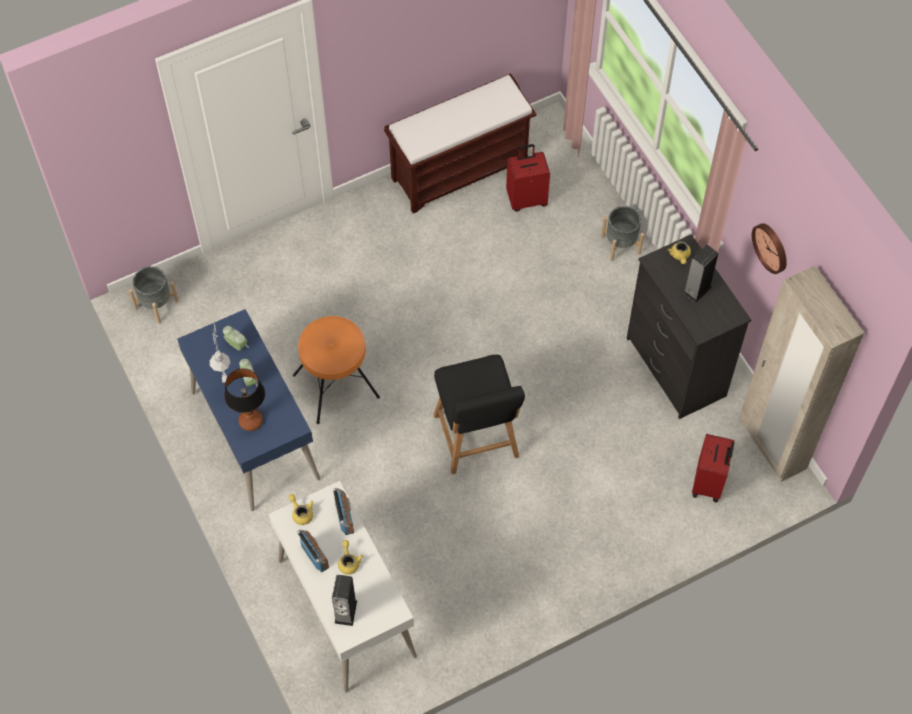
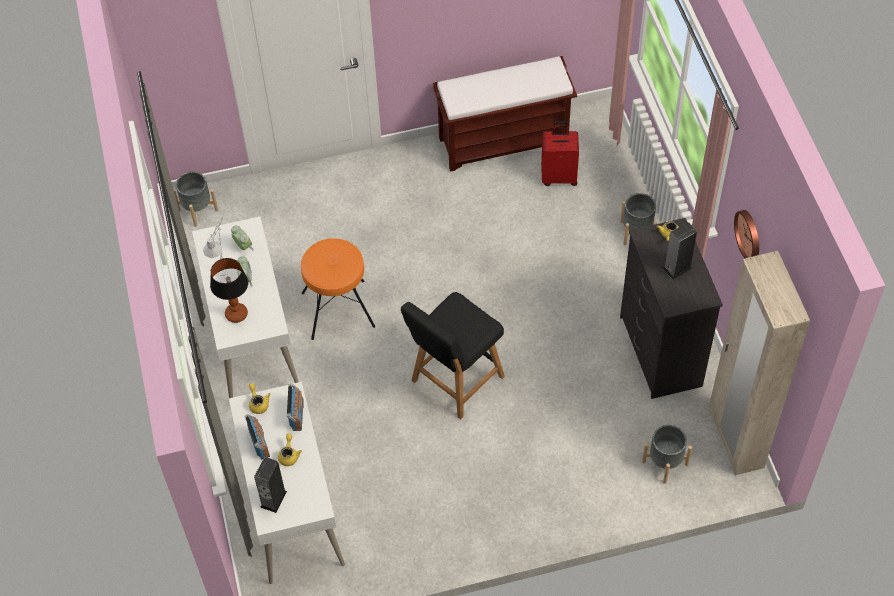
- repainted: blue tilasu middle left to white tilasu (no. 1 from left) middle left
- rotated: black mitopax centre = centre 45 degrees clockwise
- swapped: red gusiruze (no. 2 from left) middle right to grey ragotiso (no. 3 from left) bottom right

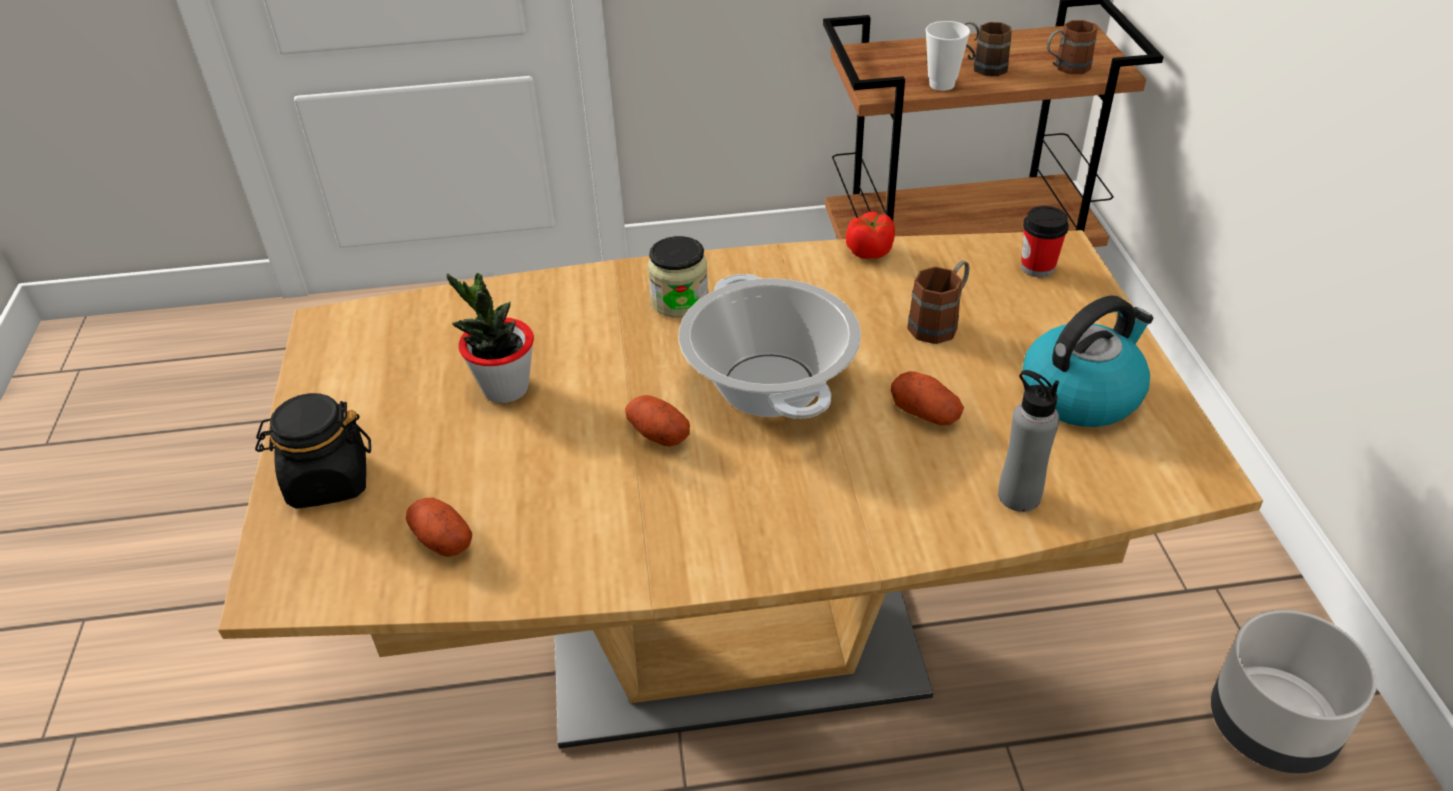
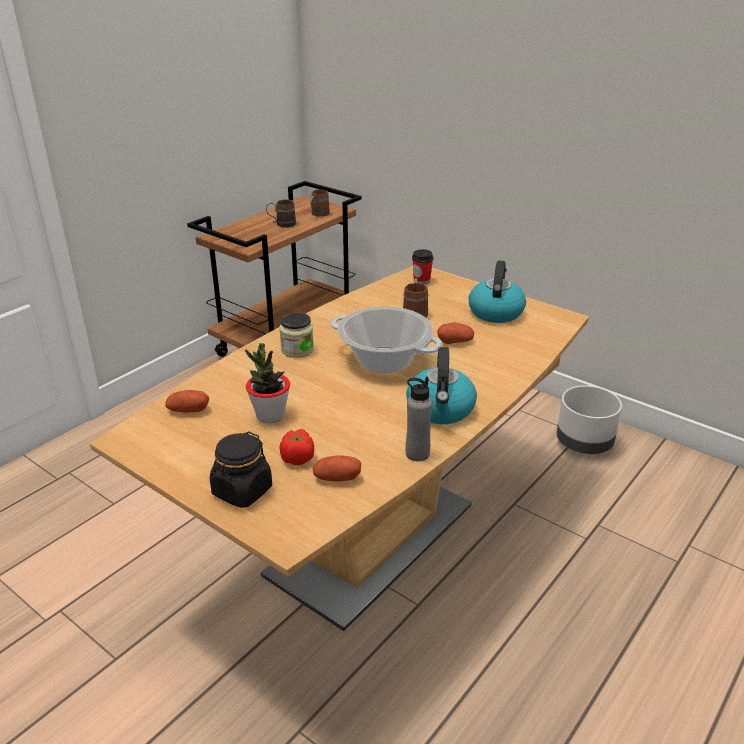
- gone: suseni (no. 1 from left) top centre
- shifted: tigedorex top centre to centre
- shifted: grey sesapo middle right to centre
- shifted: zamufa (no. 2 from left in the first image) centre to zamufa (no. 1 from left) middle left
- new: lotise (no. 1 from left) centre

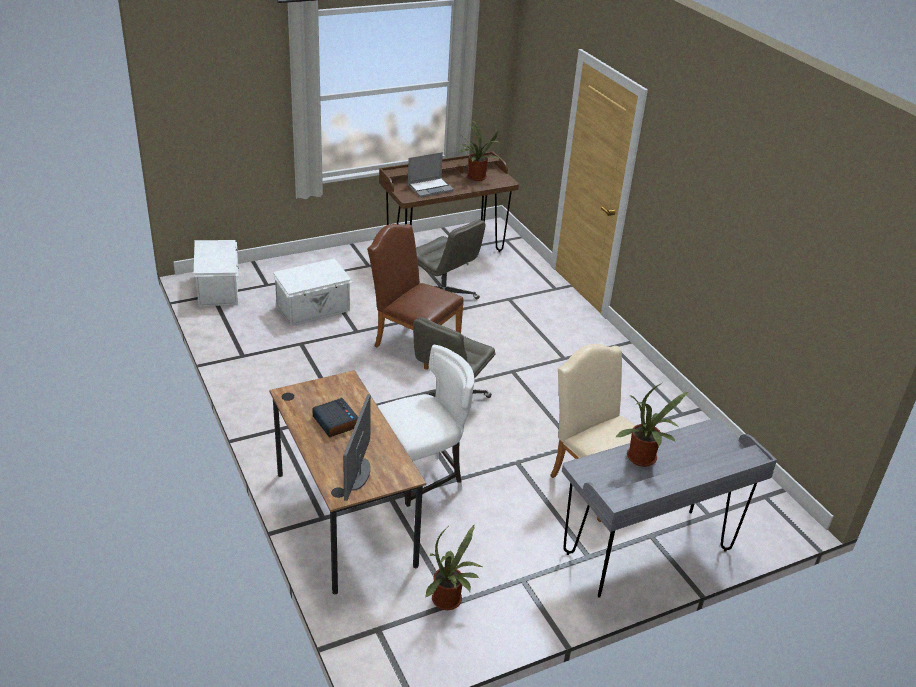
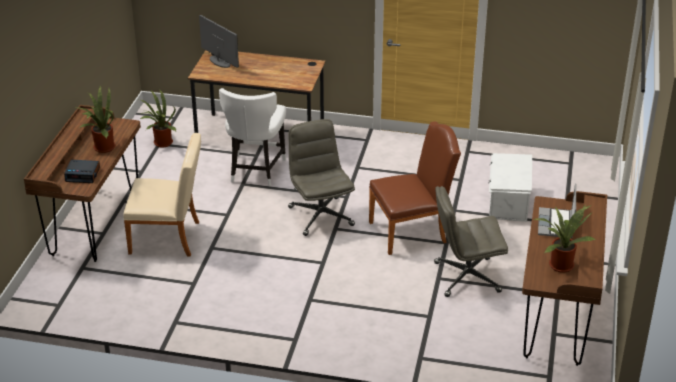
- gone: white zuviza (no. 1 from left) middle left
- shifted: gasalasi centre to middle left
- repainted: grey tilasu bottom right to brown tilasu (no. 1 from left) middle left

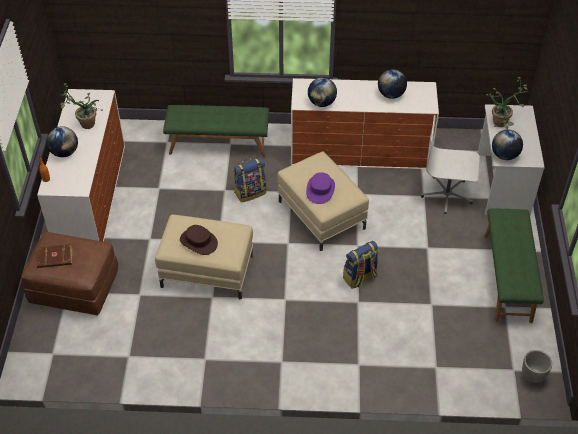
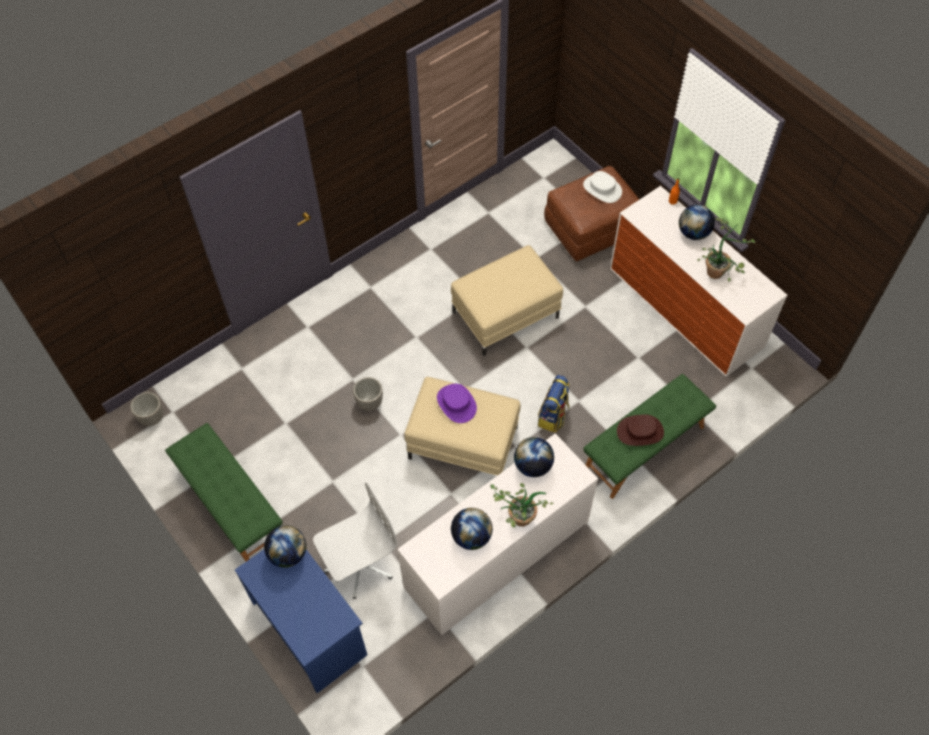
- shifted: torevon (no. 2 from left in the first image) top right to torevon (no. 1 from left) bottom centre
- repainted: white tilasu middle right to blue tilasu bottom left
- shifted: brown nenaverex centre to middle right
- swapped: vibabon (no. 2 from left) centre to ragotiso (no. 2 from left) centre
- swapped: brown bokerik middle left to white nenaverex top centre

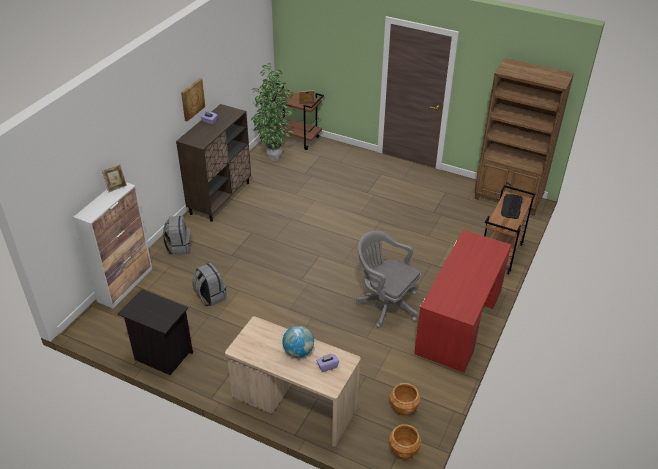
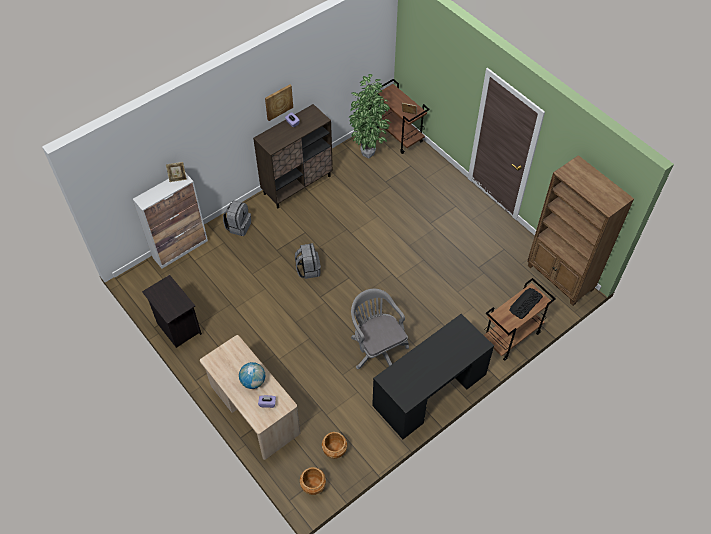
- repainted: red tilasu middle right to black tilasu bottom centre
- shifted: grey vibabon (no. 2 from left) middle left to centre

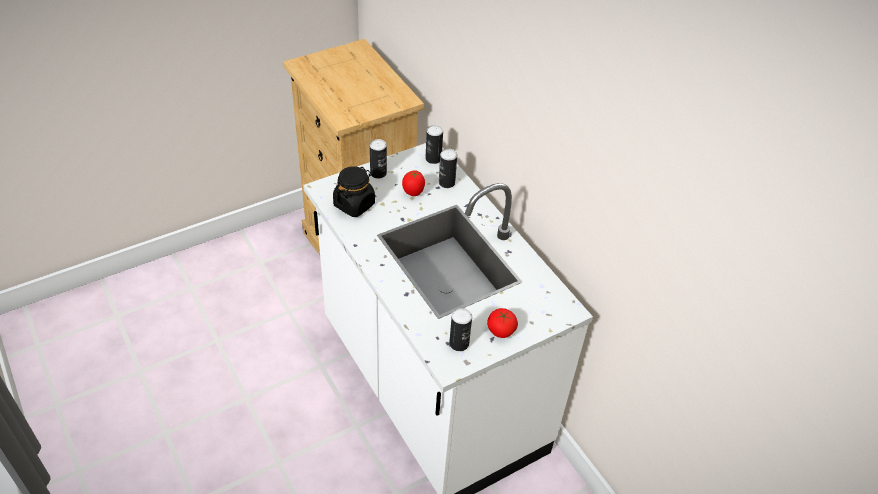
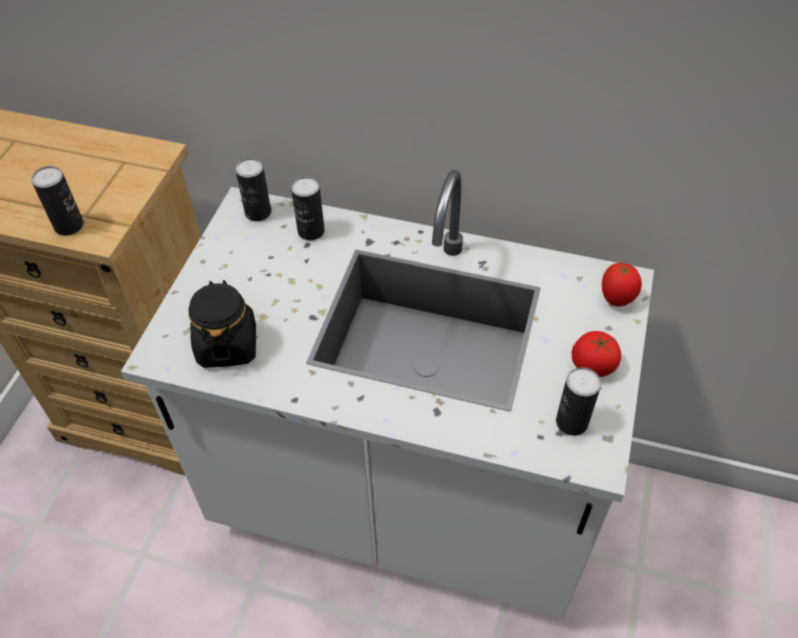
- shifted: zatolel (no. 1 from left) top centre to top left
- shifted: tigedorex (no. 1 from left in the first image) centre to tigedorex (no. 2 from left) middle right

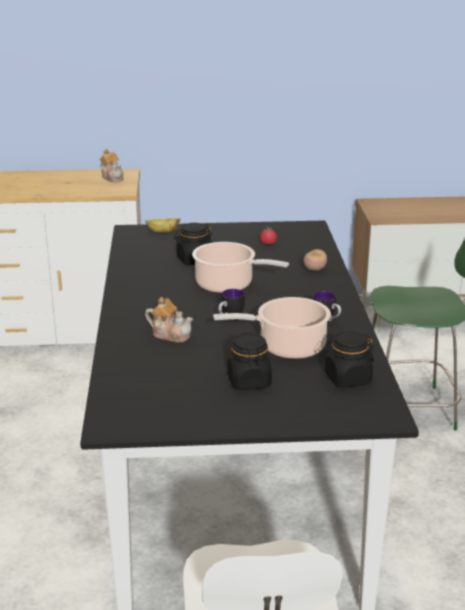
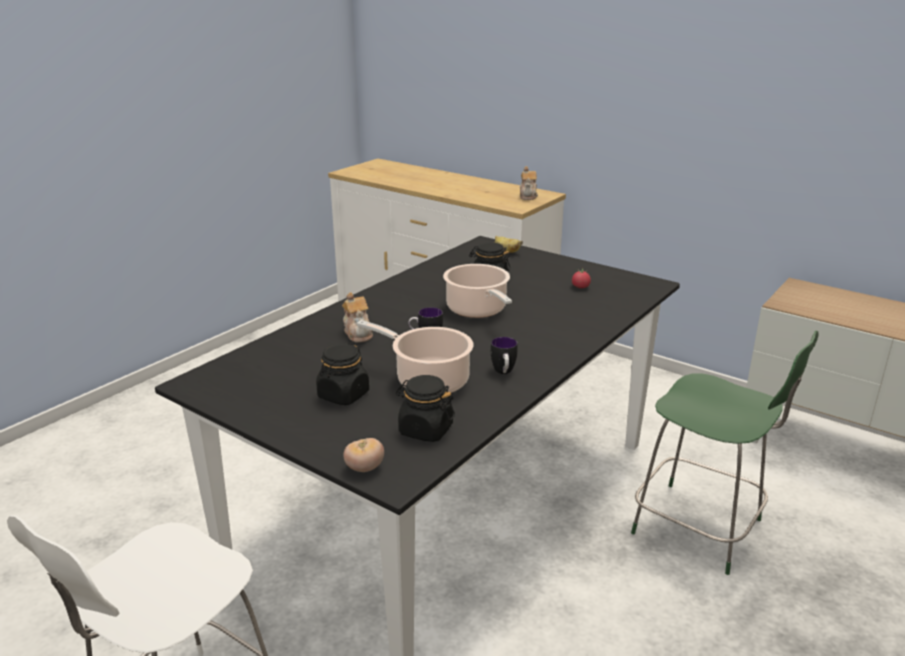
- shifted: tigedorex (no. 2 from left in the first image) middle right to tigedorex (no. 1 from left) bottom centre

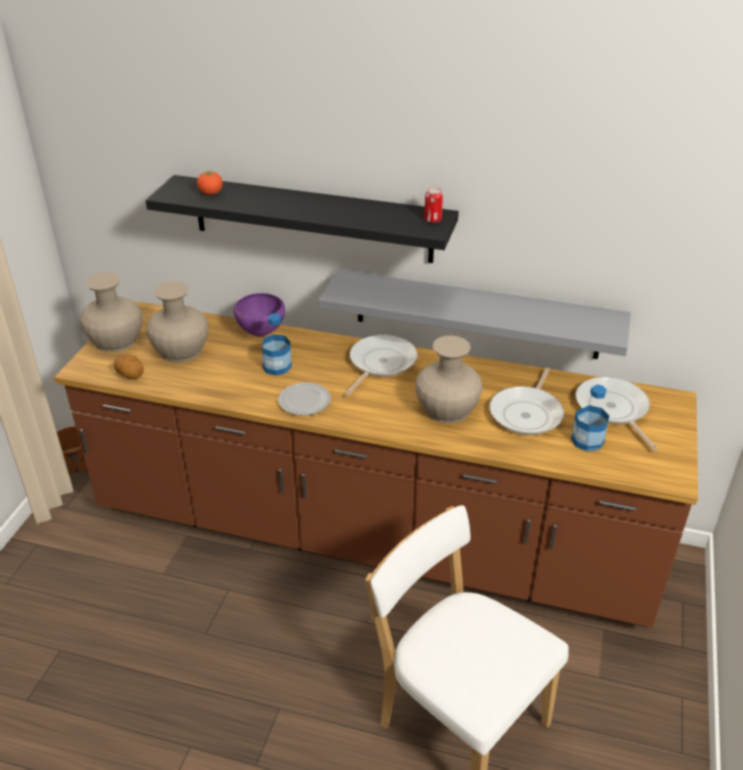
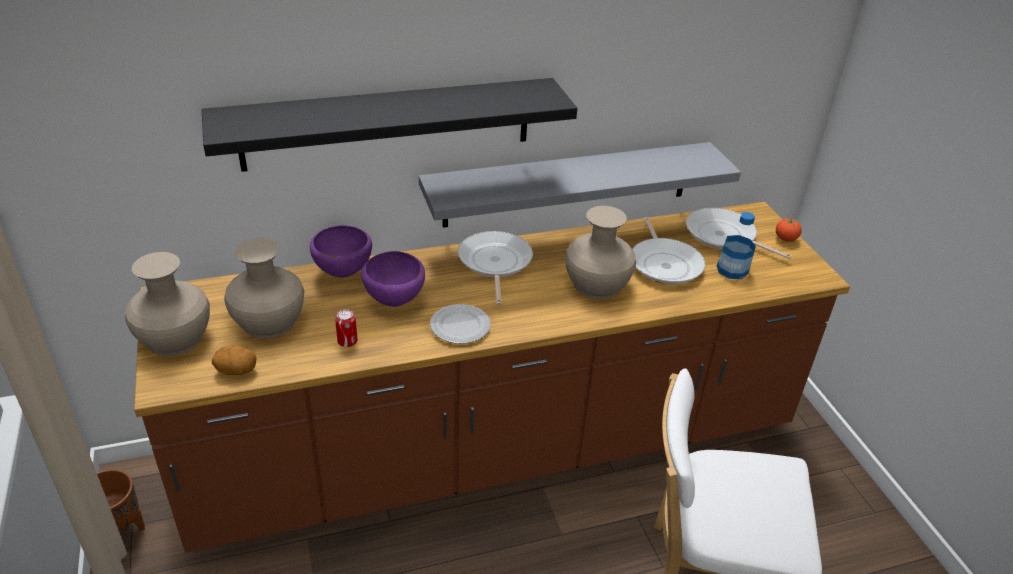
- shifted: tigedorex top left to middle right
- shifted: zatolel top centre to centre
- swapped: sesapo (no. 1 from left) centre to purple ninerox (no. 2 from left) centre

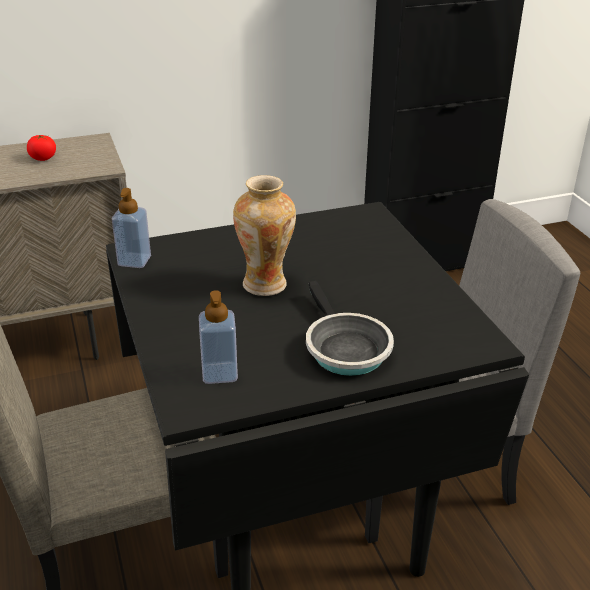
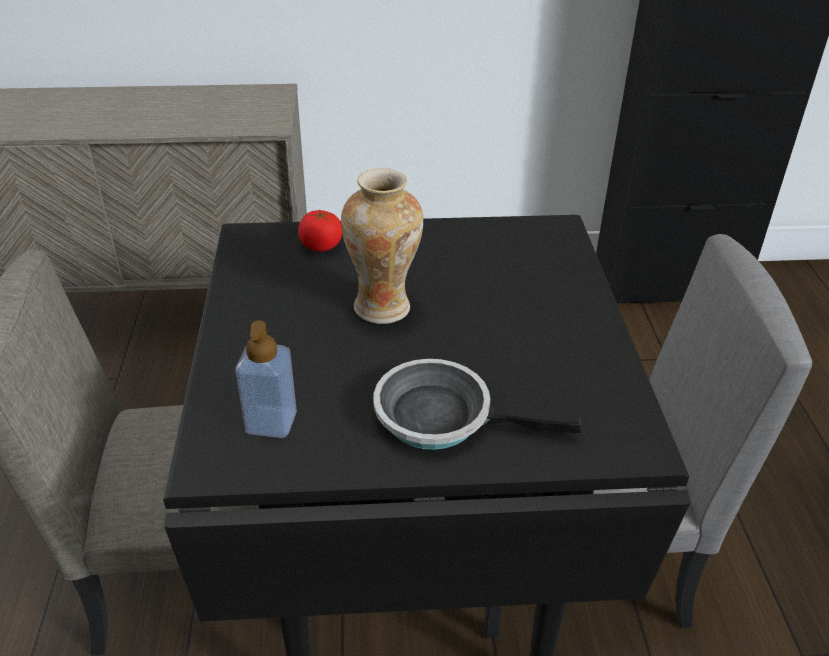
- shifted: tigedorex top left to centre
- gone: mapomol (no. 1 from left) middle left
- rotated: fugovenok centre = centre 105 degrees clockwise

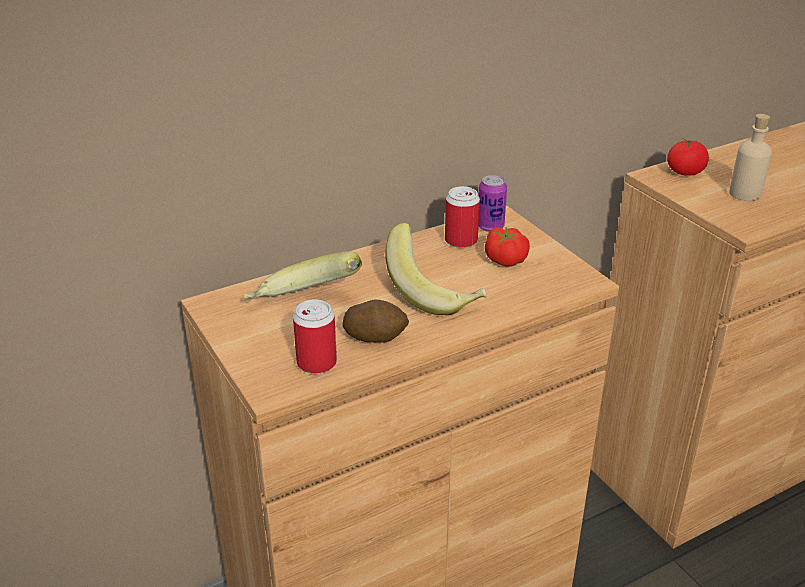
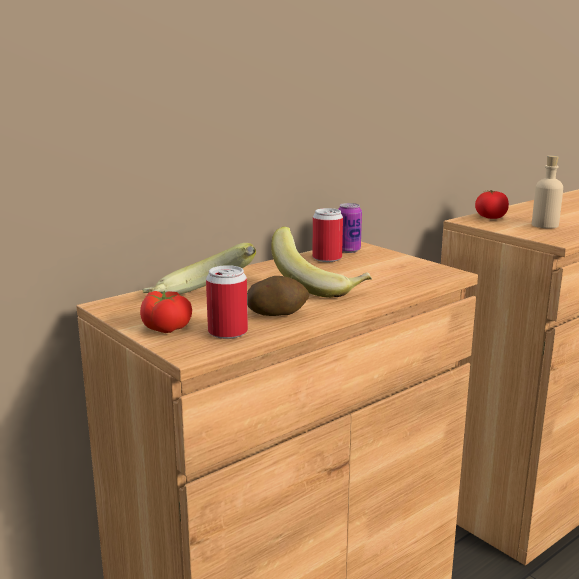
- shifted: tigedorex (no. 1 from left) centre to middle left

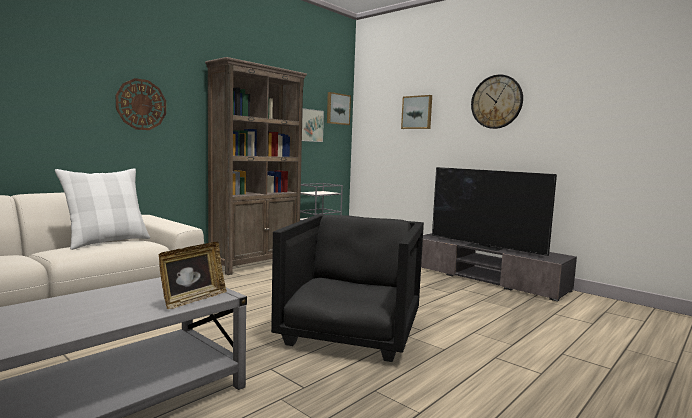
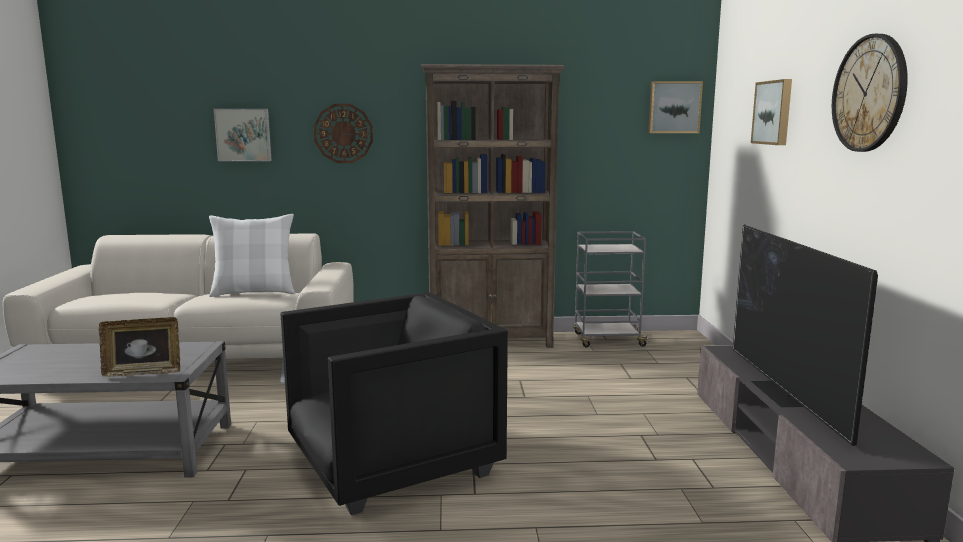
- shifted: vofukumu (no. 1 from left) top centre to top left

